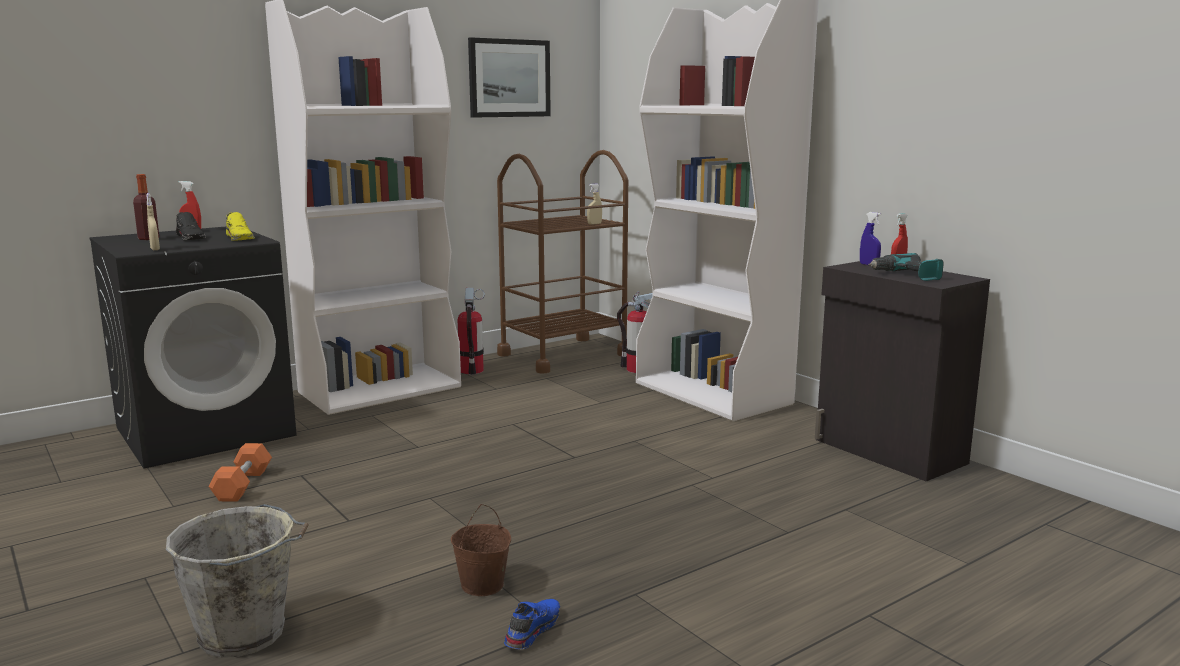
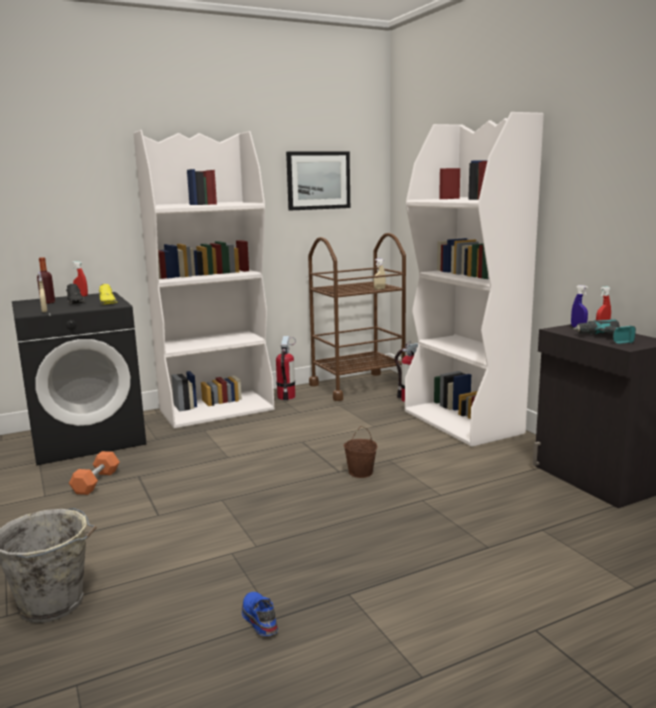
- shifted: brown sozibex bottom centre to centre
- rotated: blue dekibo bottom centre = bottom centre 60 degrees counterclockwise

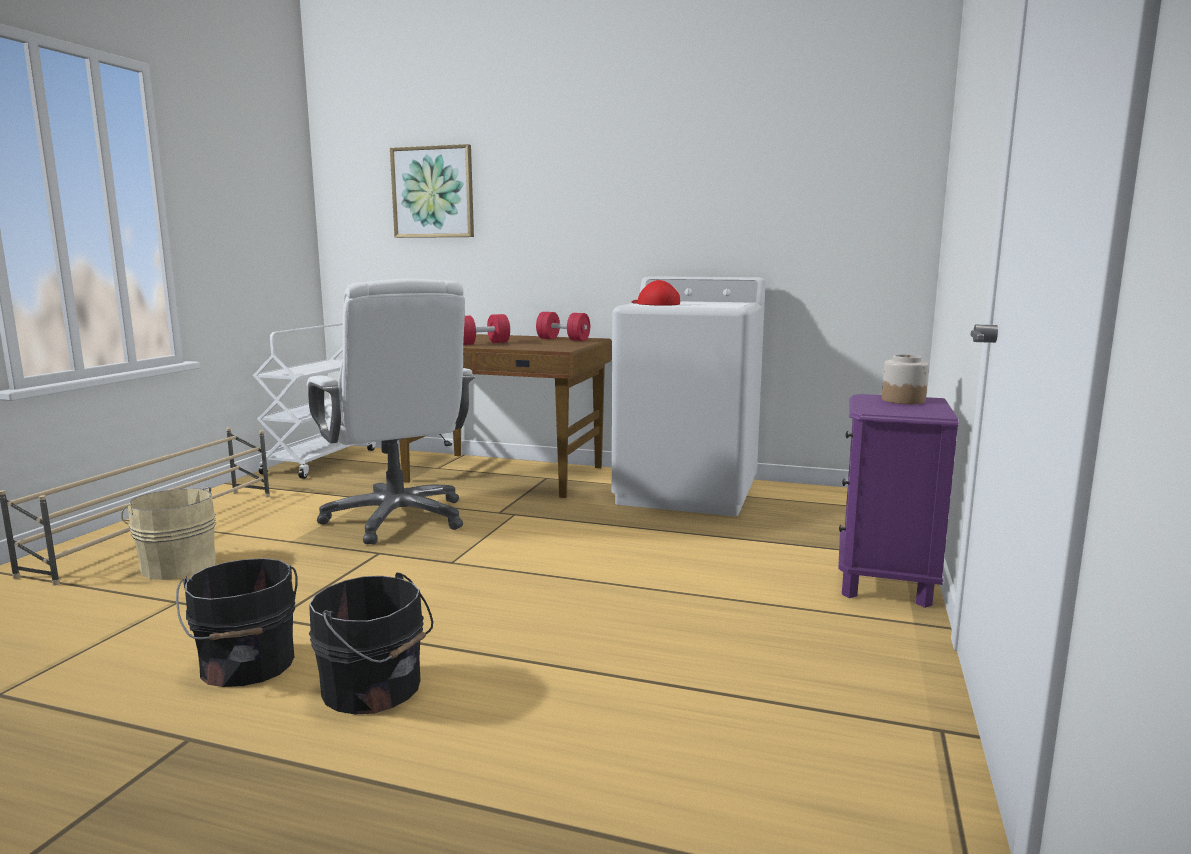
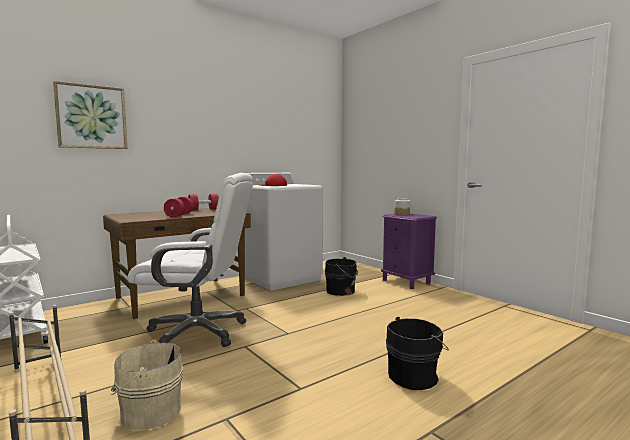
- shifted: black sozibex (no. 1 from left) bottom left to centre

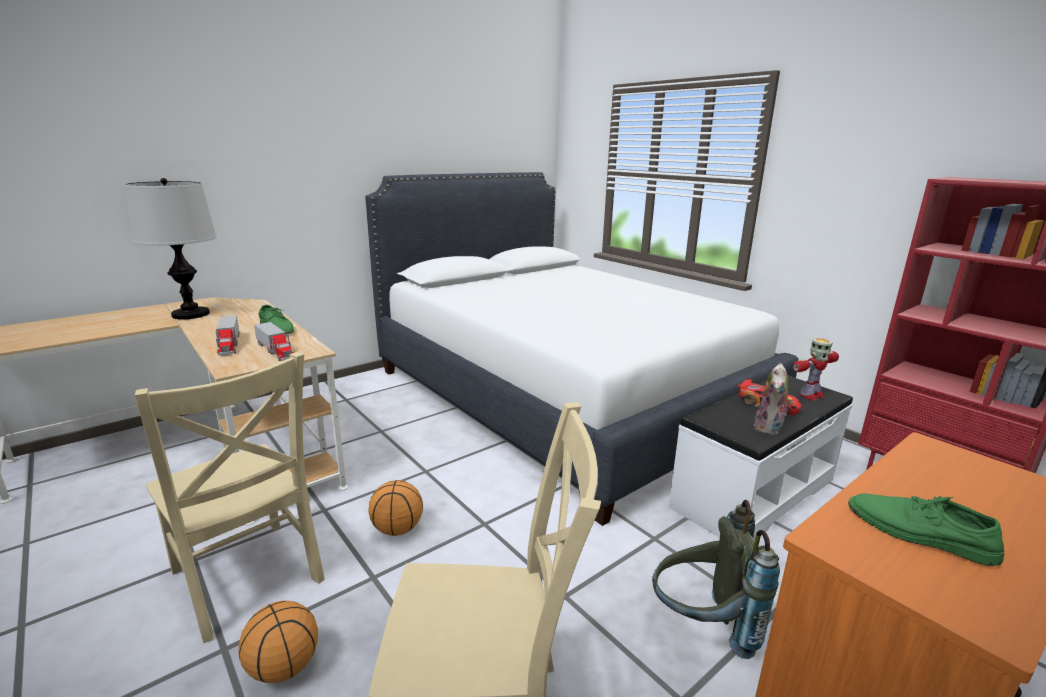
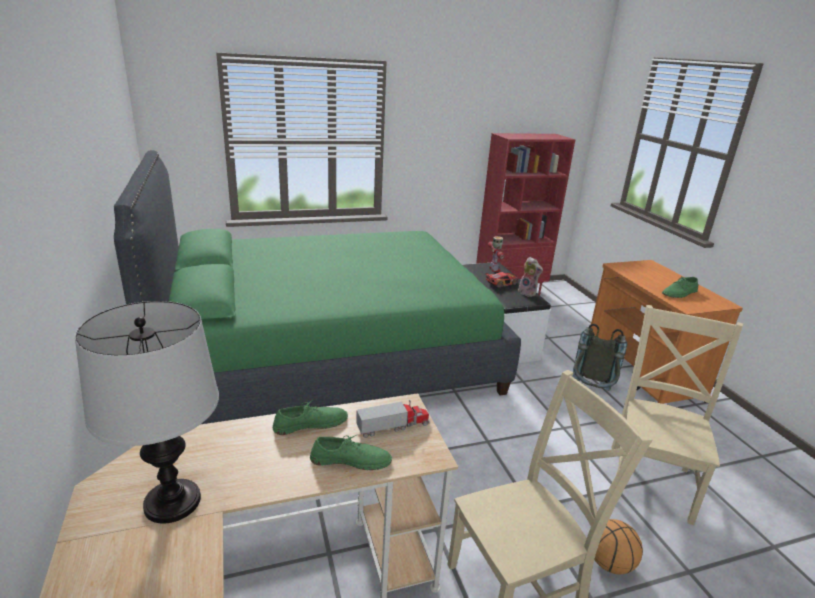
- repainted: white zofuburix centre to green zofuburix centre
- swapped: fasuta (no. 1 from left) middle left to green dekibo (no. 2 from left) bottom centre
- gone: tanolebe (no. 2 from left) bottom centre

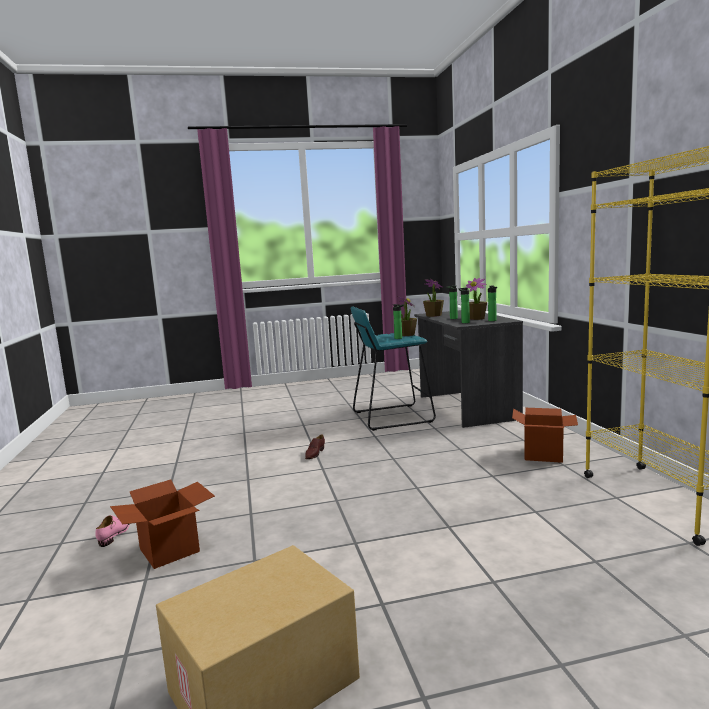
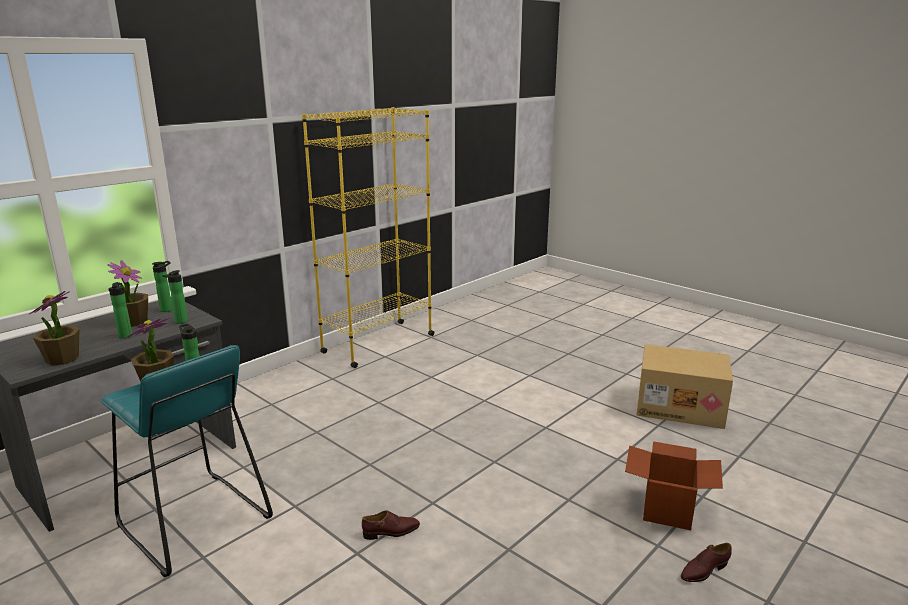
- gone: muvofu (no. 3 from left) middle right
- repainted: pink dekibo bottom left to brown dekibo (no. 2 from left) bottom right

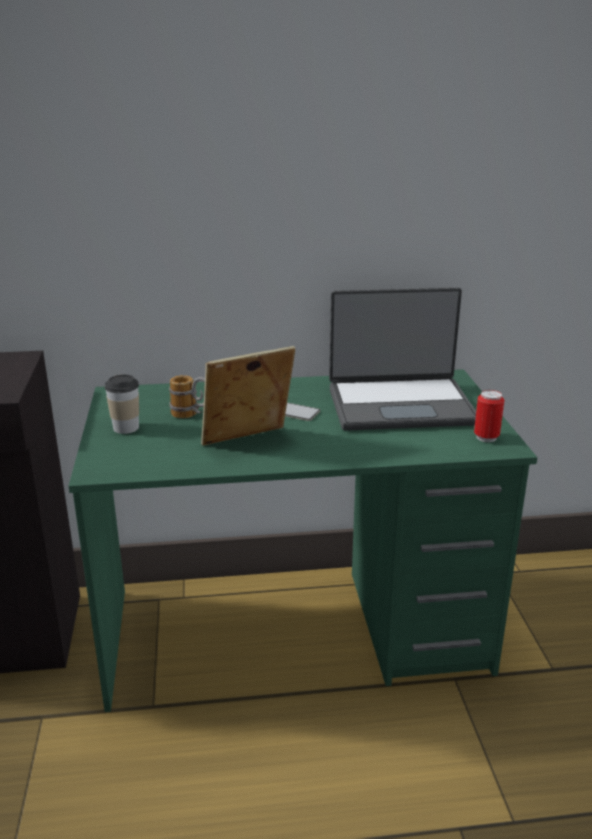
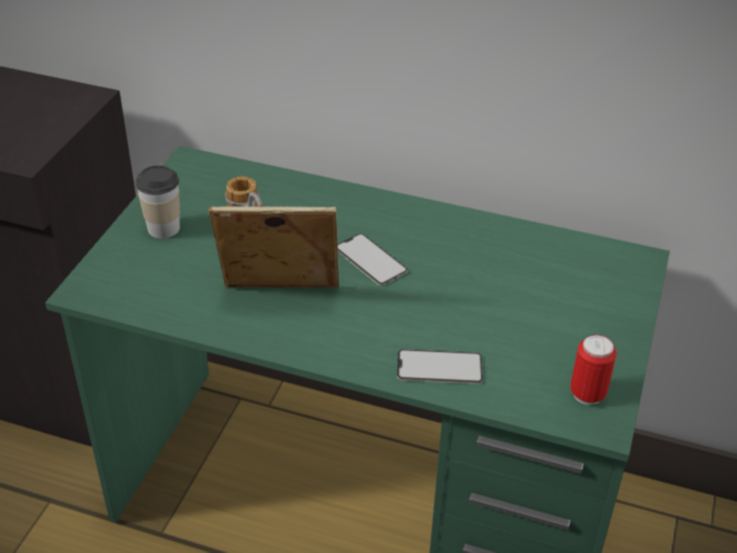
- gone: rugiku middle right
- new: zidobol (no. 2 from left) centre

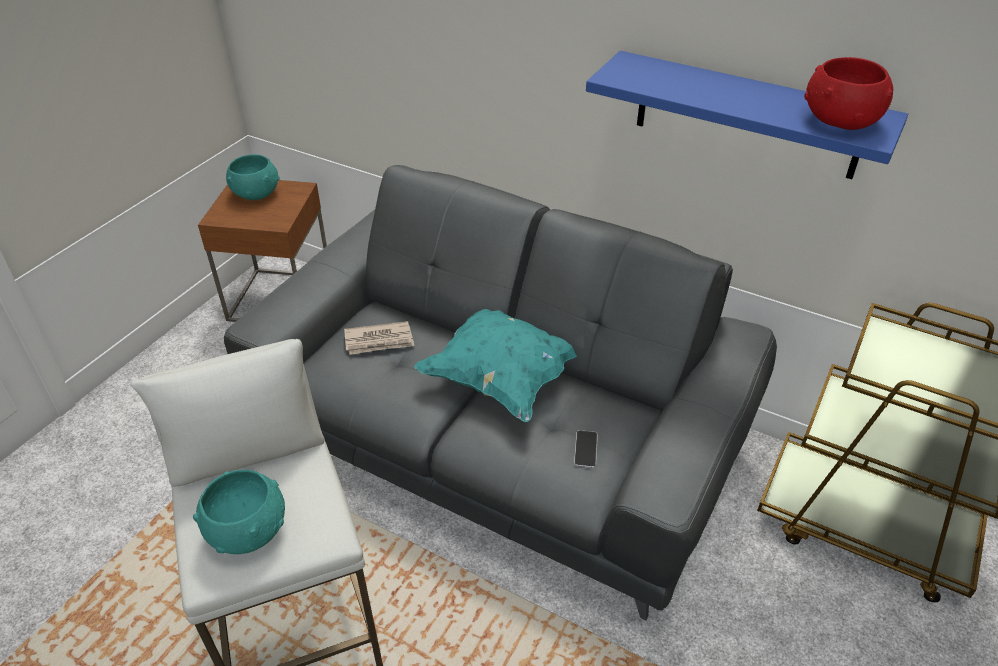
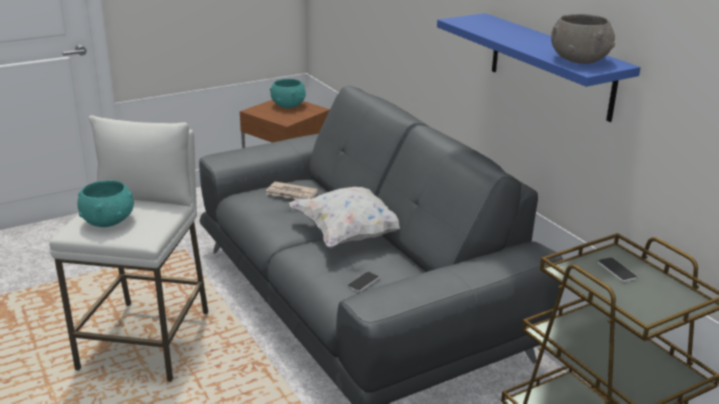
- repainted: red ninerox top right to grey ninerox top right
- repainted: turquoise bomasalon centre to white bomasalon centre
- new: zidobol (no. 2 from left) middle right

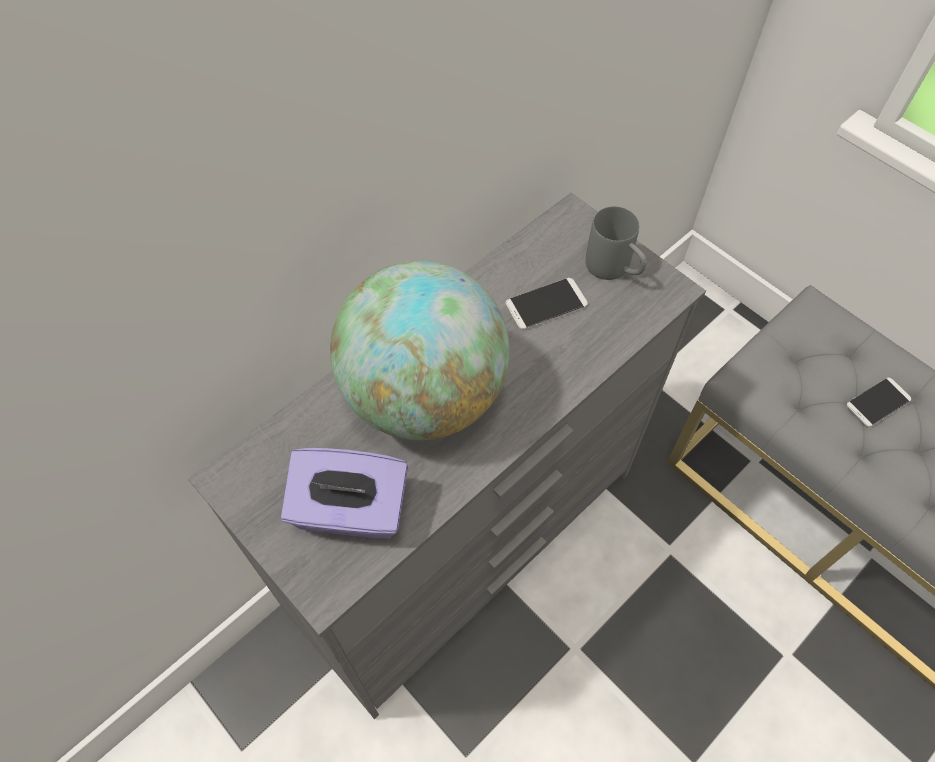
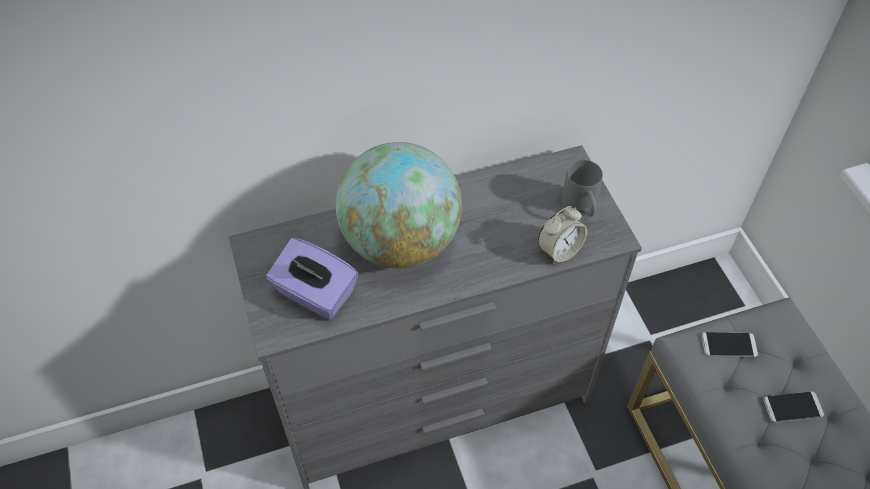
- shifted: zidobol (no. 1 from left) centre to bottom right
- new: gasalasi centre

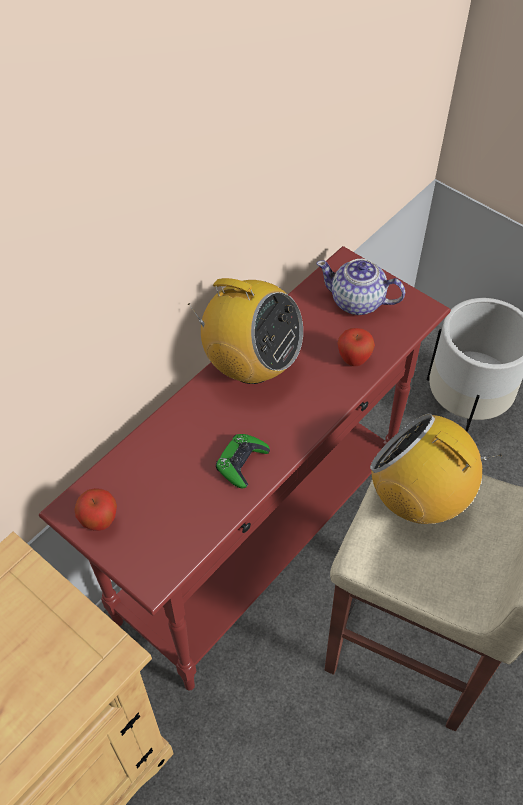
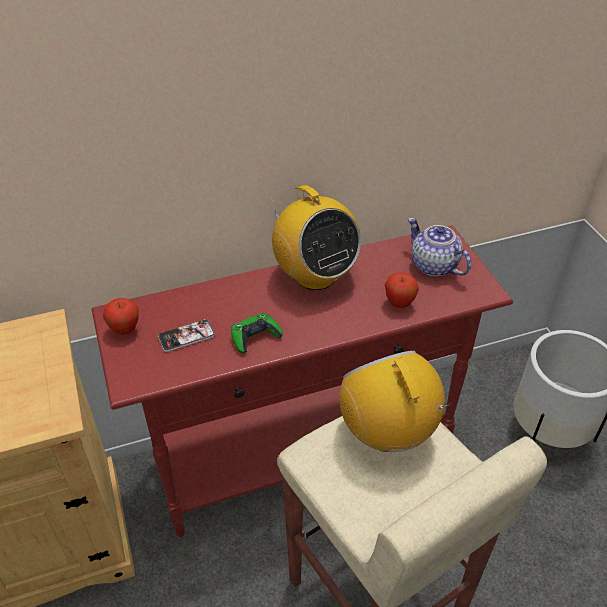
- new: zidobol middle left

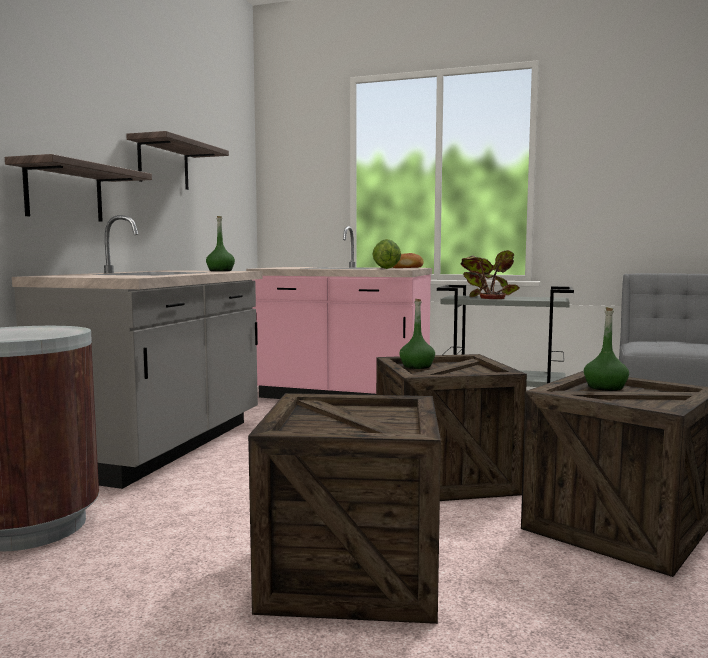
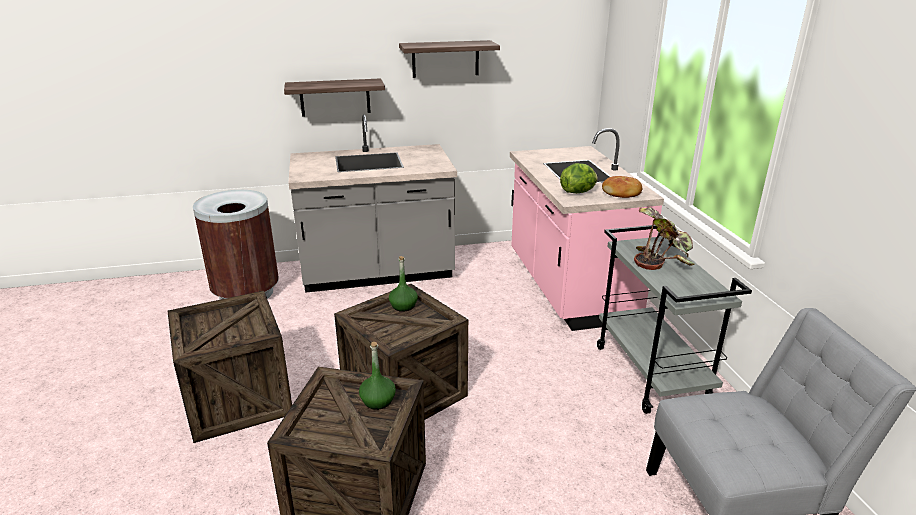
- gone: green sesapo (no. 1 from left) middle left

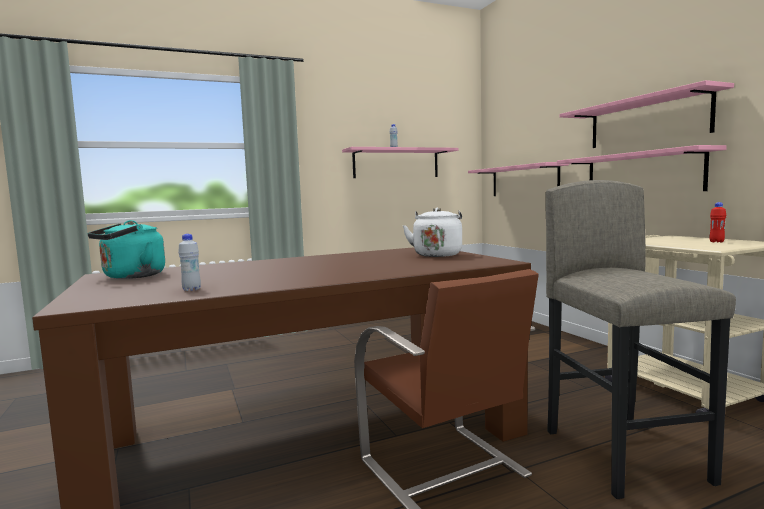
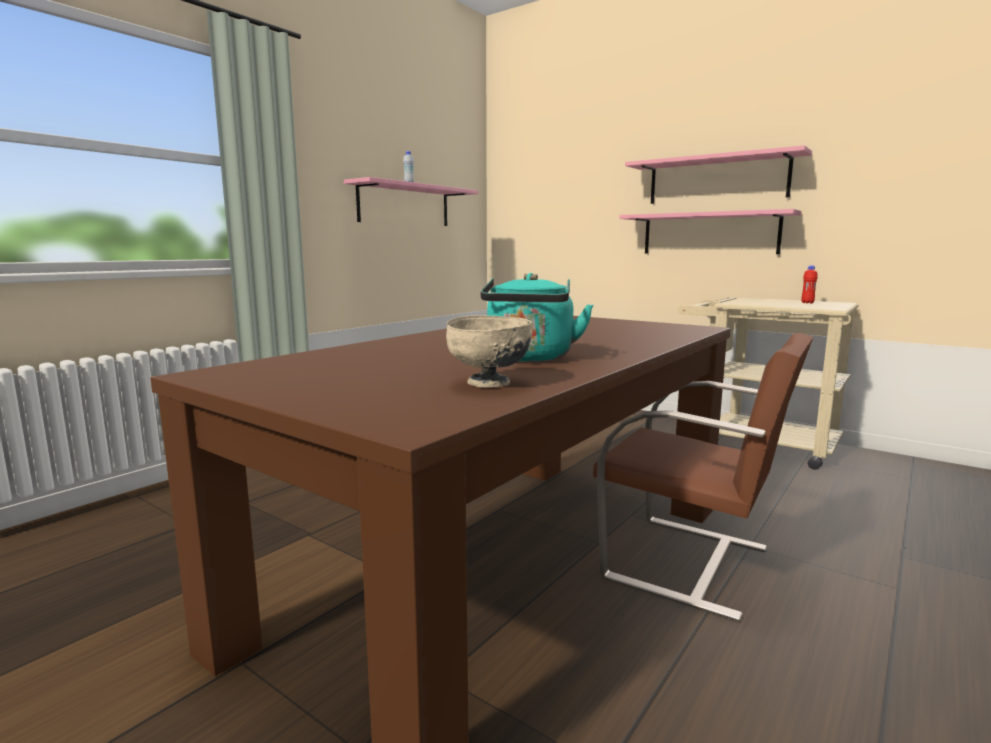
- gone: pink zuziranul (no. 2 from left) middle right
- gone: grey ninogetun middle right
- gone: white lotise centre
- shifted: turquoise lotise middle left to centre
- swapped: white sesapo (no. 1 from left) middle left to beige ninerox centre

